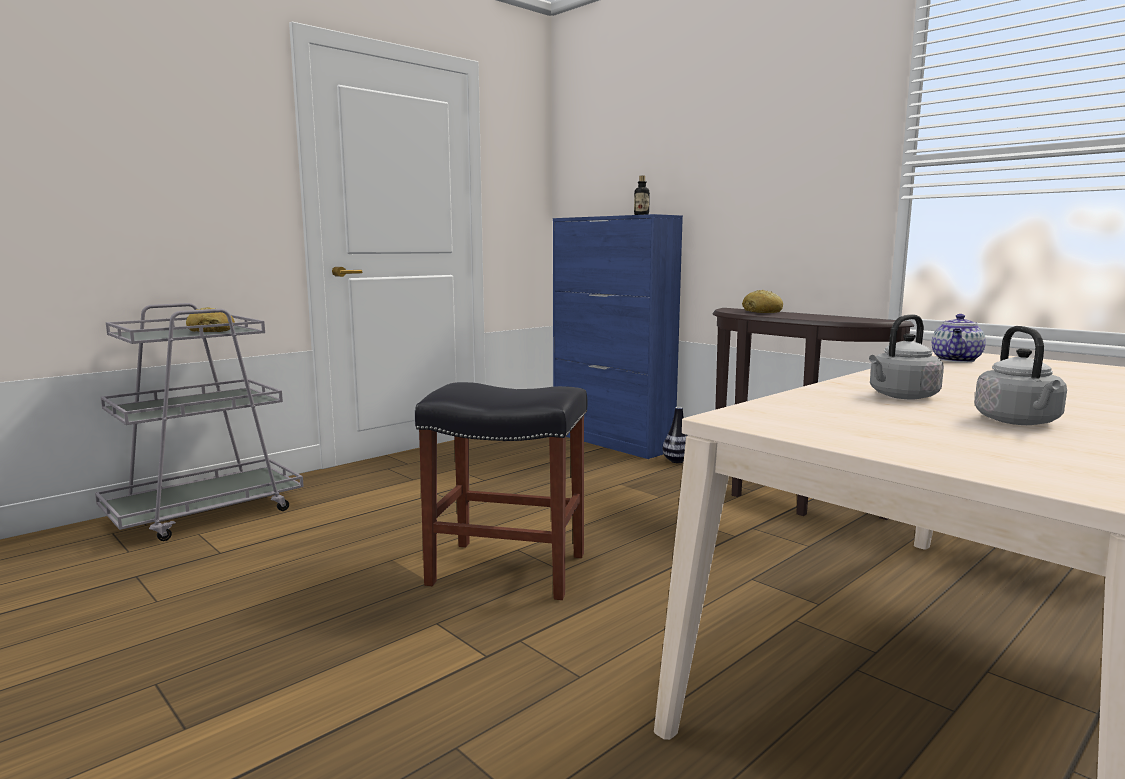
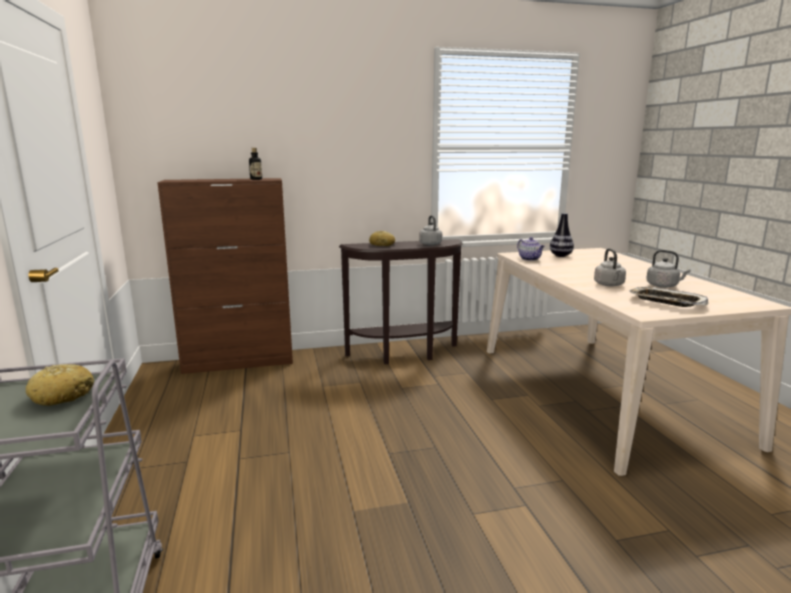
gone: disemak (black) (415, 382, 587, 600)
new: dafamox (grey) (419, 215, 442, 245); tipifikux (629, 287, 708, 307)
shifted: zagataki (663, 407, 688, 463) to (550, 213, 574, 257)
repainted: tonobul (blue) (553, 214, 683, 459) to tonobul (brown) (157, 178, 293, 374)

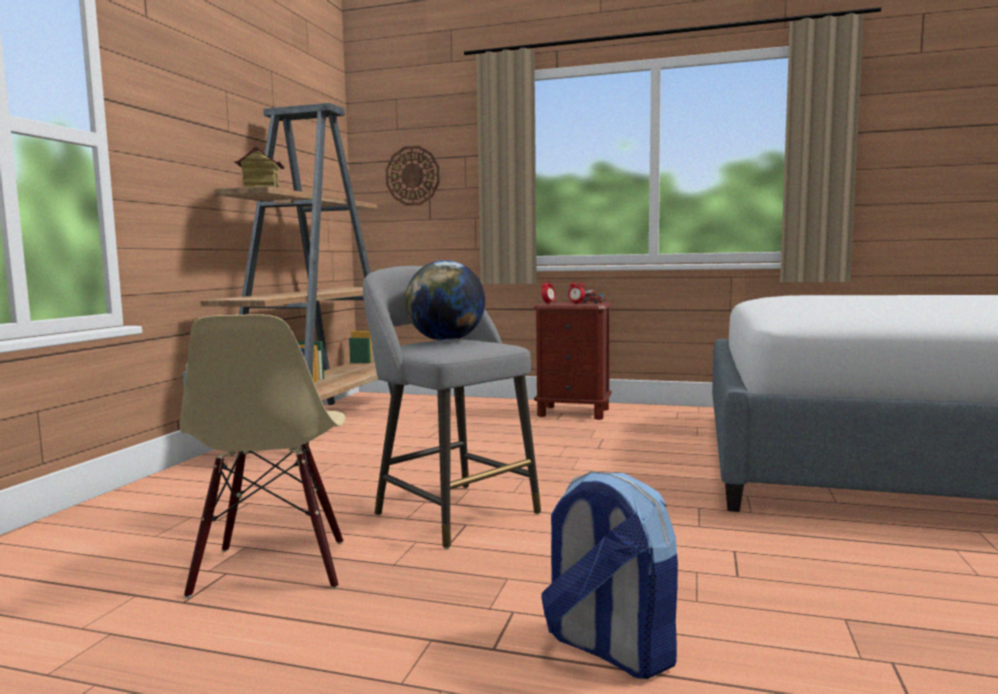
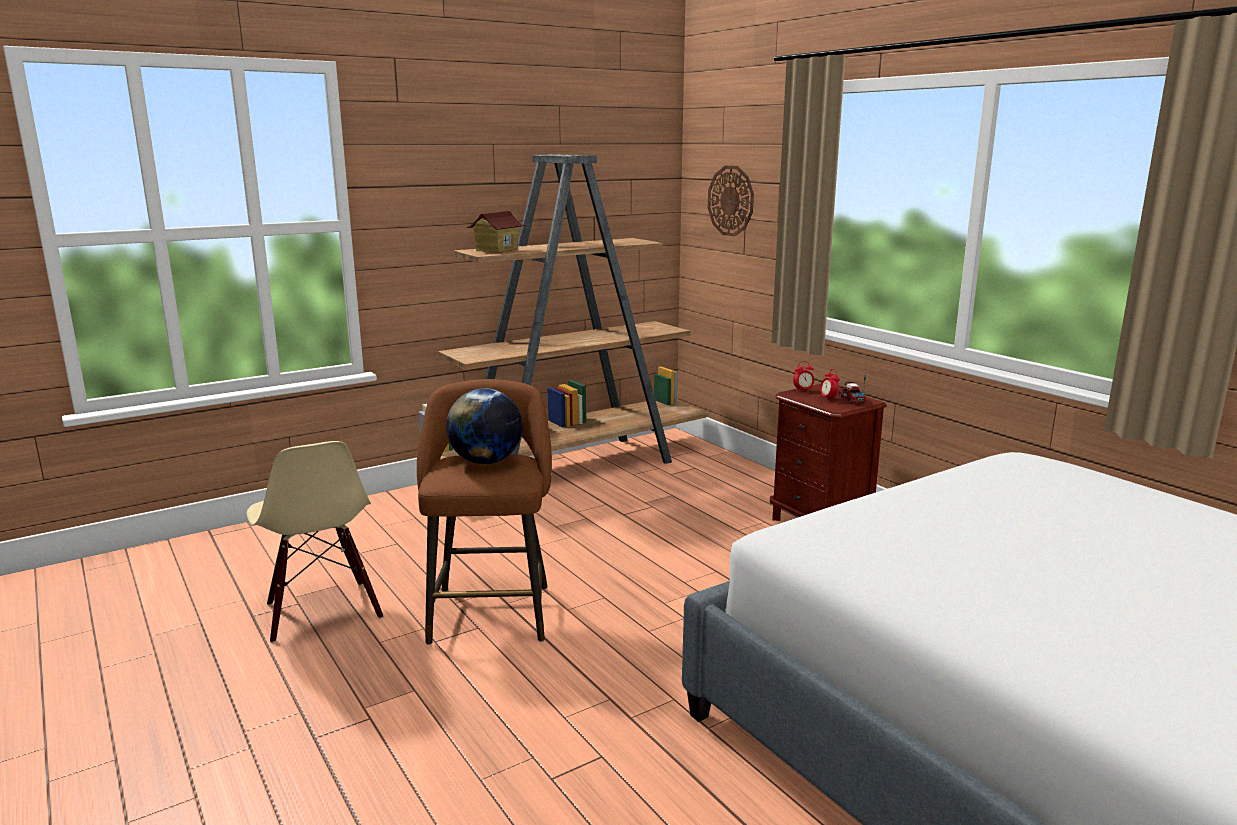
gone: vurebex (541, 471, 678, 679)
repainted: disemak (grey) (363, 266, 541, 549) to disemak (brown) (417, 379, 552, 645)
rotated: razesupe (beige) (180, 314, 346, 598) = (247, 441, 383, 643) 60 degrees counterclockwise

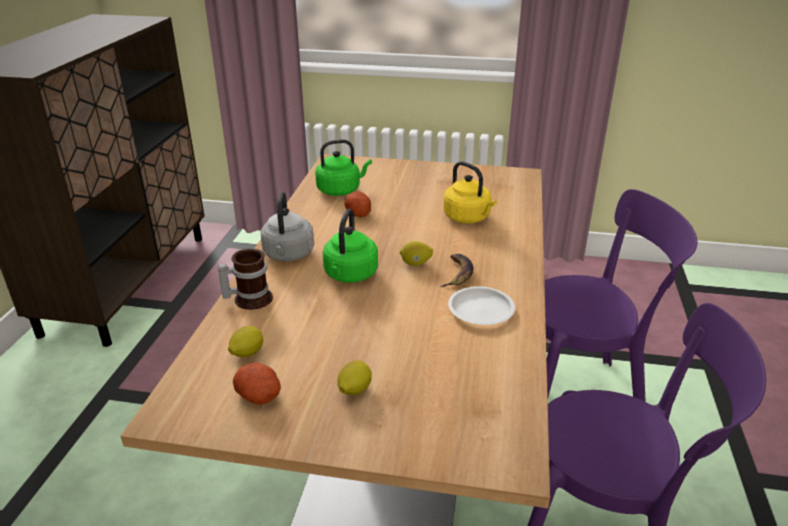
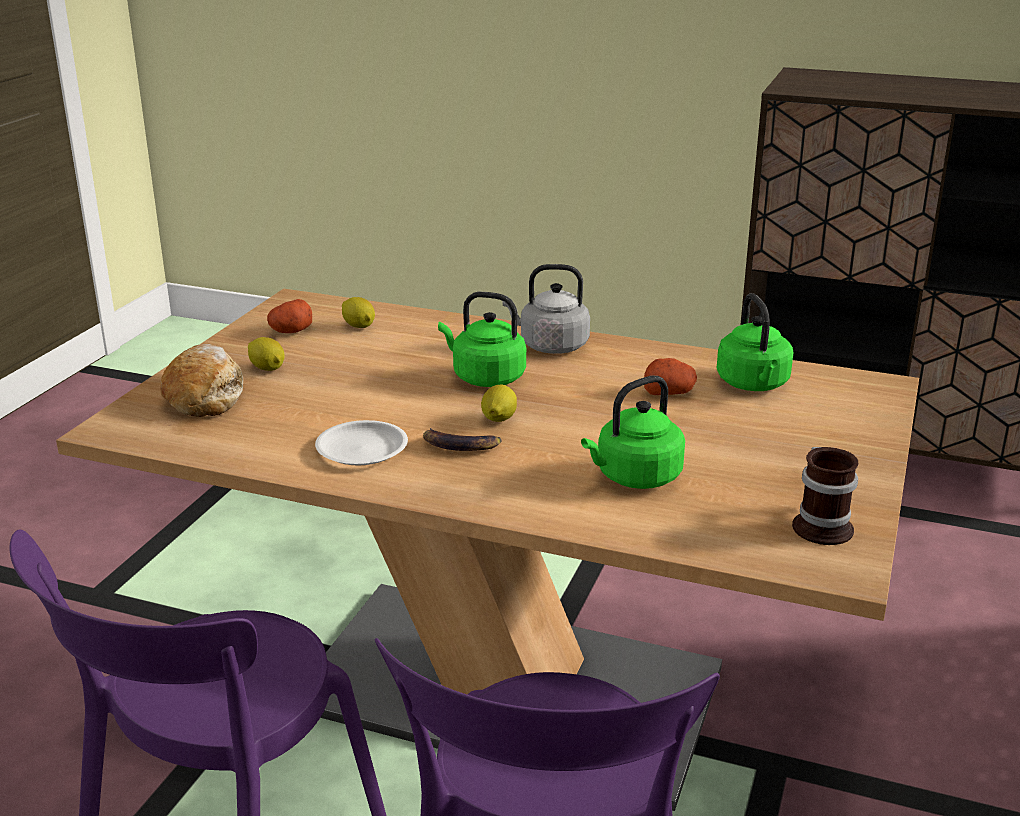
new: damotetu (160, 344, 243, 417)
shifted: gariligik (218, 249, 273, 310) to (792, 447, 858, 545)
repainted: dafamox (yellow) (443, 161, 497, 223) to dafamox (green) (581, 376, 685, 489)

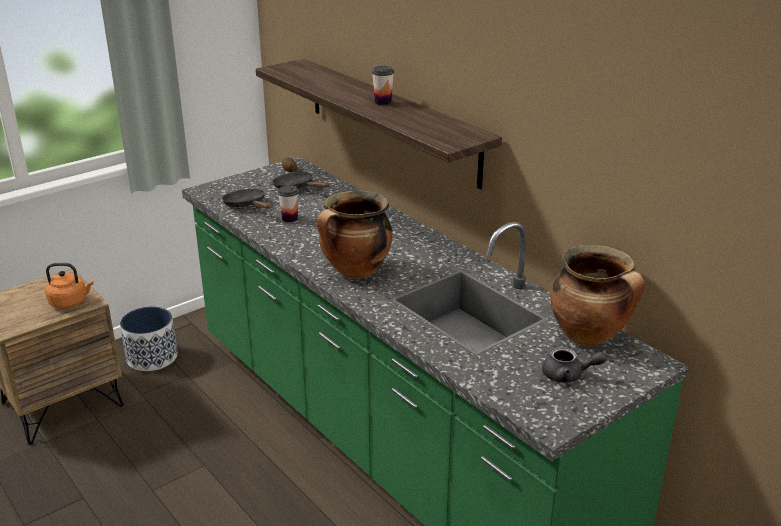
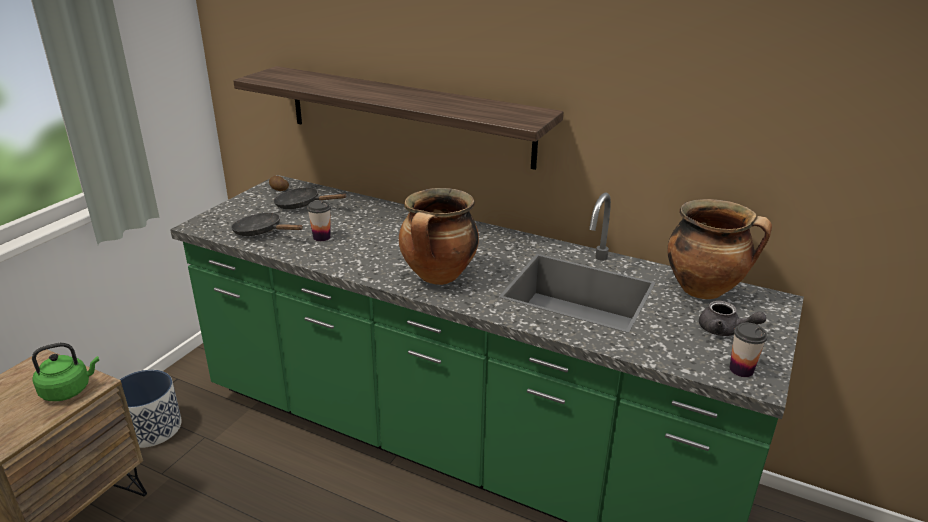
shifted: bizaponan (372, 66, 394, 105) to (730, 323, 767, 377)
repainted: dafamox (orange) (45, 263, 94, 309) to dafamox (green) (32, 343, 99, 401)
rotated: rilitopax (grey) (542, 347, 606, 383) = (699, 301, 766, 336) 45 degrees clockwise

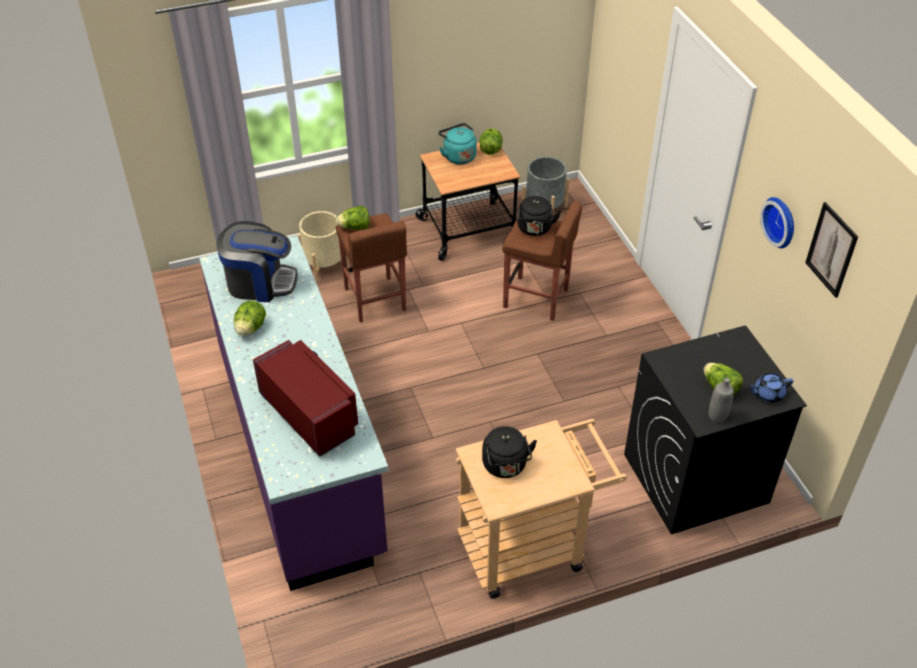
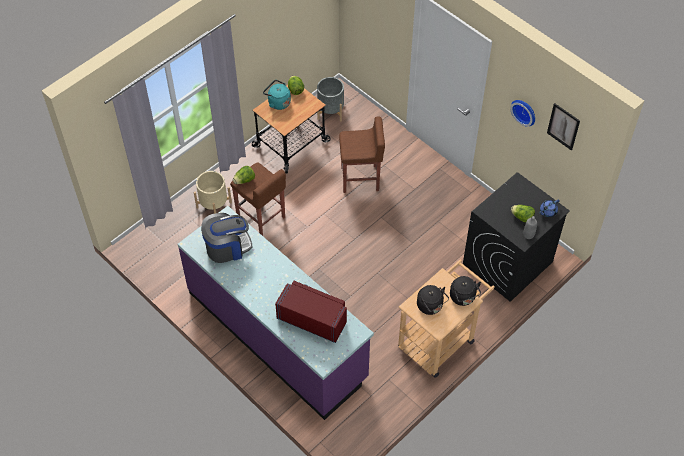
gone: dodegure (234, 301, 266, 336)
shifted: dafamox (black) (517, 196, 561, 236) to (450, 276, 481, 306)

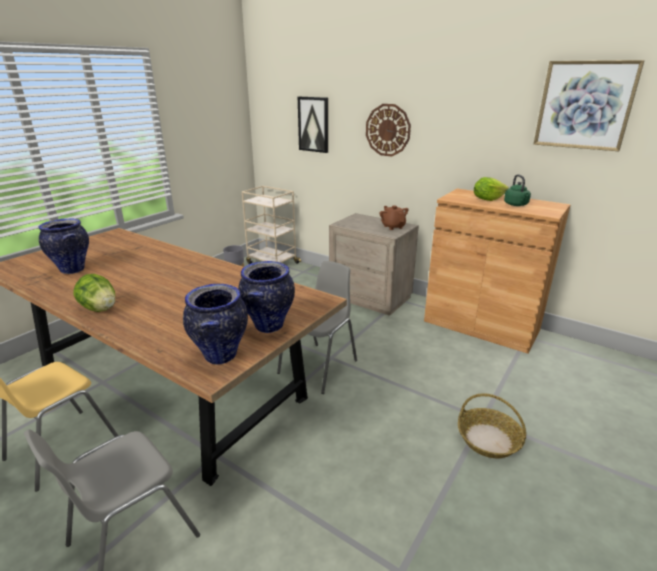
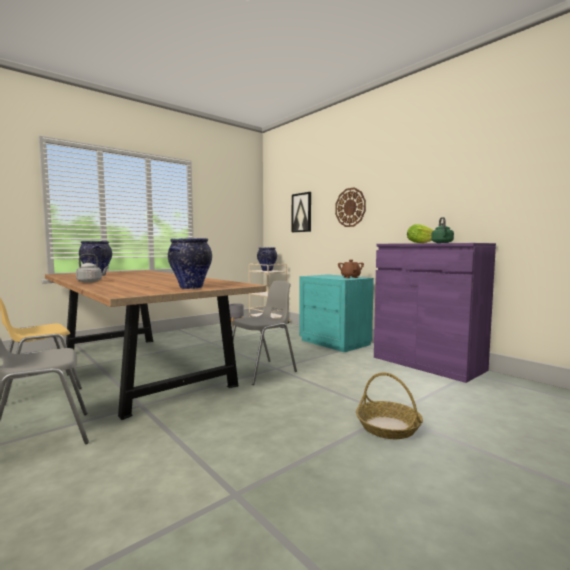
gone: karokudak (534, 60, 645, 151)
shifted: zagataki (183, 284, 248, 364) to (257, 247, 277, 271)
swapped: dodegure (73, 274, 115, 312) to dafamox (grey) (76, 254, 109, 283)
repainted: tonobul (brown) (424, 188, 571, 354) to tonobul (purple) (374, 243, 496, 383); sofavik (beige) (329, 213, 419, 316) to sofavik (turquoise) (299, 274, 374, 352)

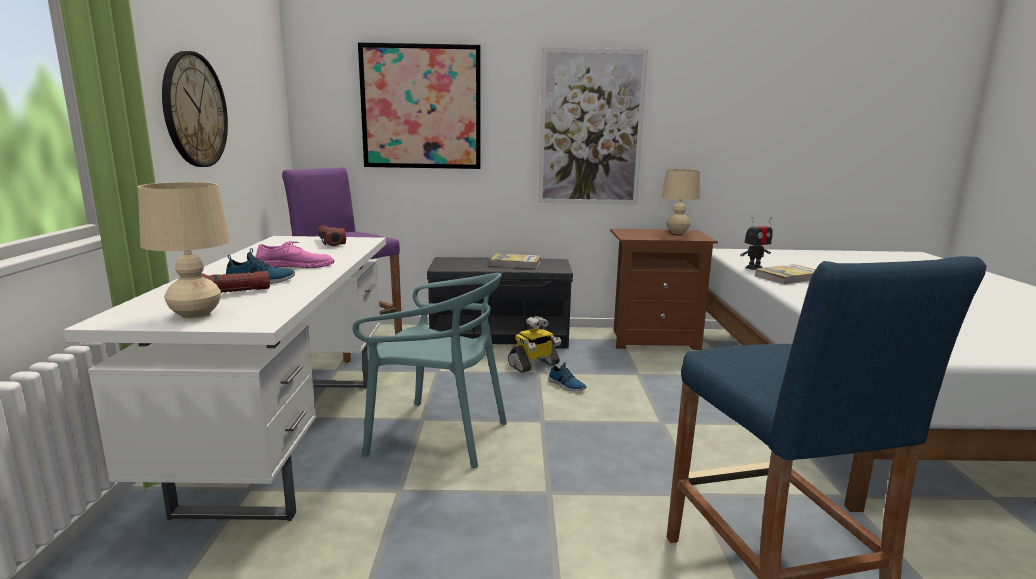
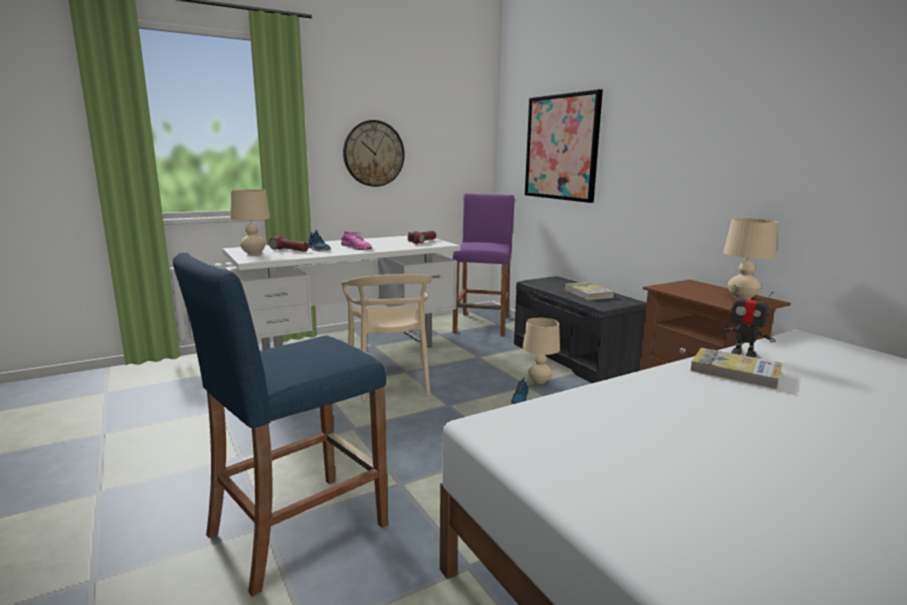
gone: karokudak (538, 47, 648, 205)
swapped: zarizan (508, 316, 561, 373) to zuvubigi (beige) (523, 318, 560, 384)
repainted: razesupe (turquoise) (352, 273, 507, 469) to razesupe (beige) (342, 274, 432, 401)

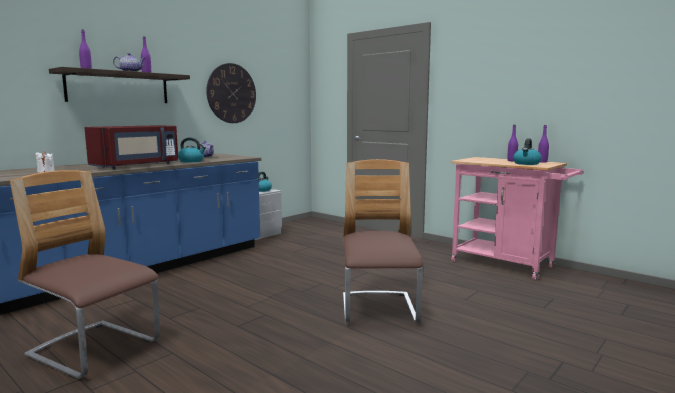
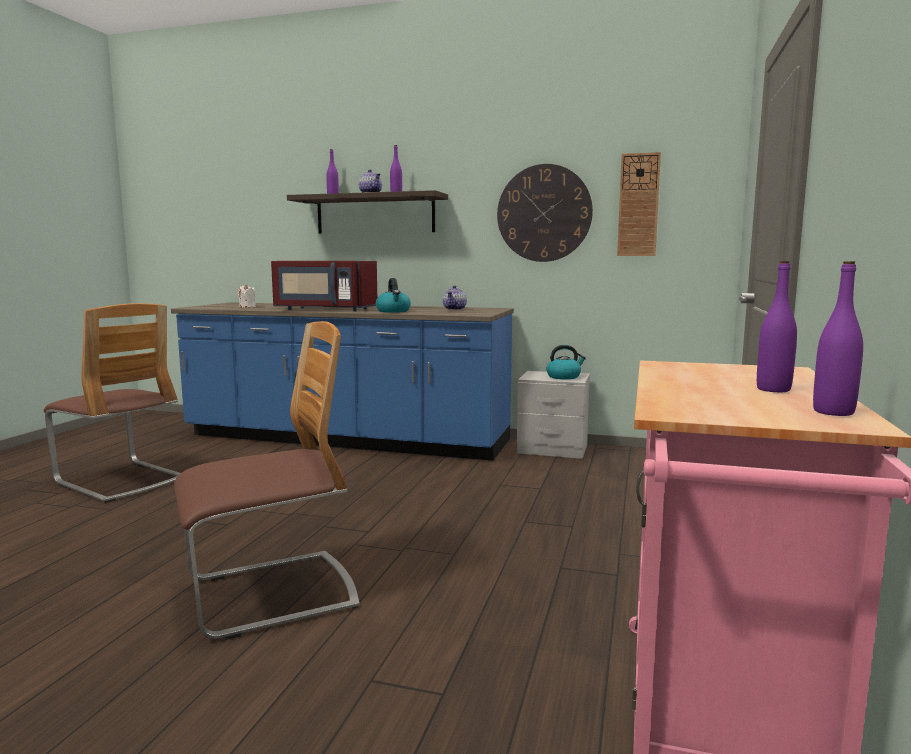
gone: dafamox (513, 138, 542, 165)
new: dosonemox (617, 152, 661, 256)
rotated: razesupe (10, 170, 160, 379) = (44, 303, 181, 503) 120 degrees clockwise

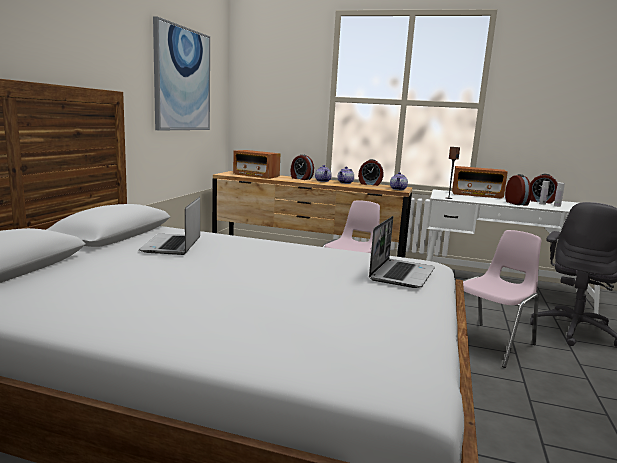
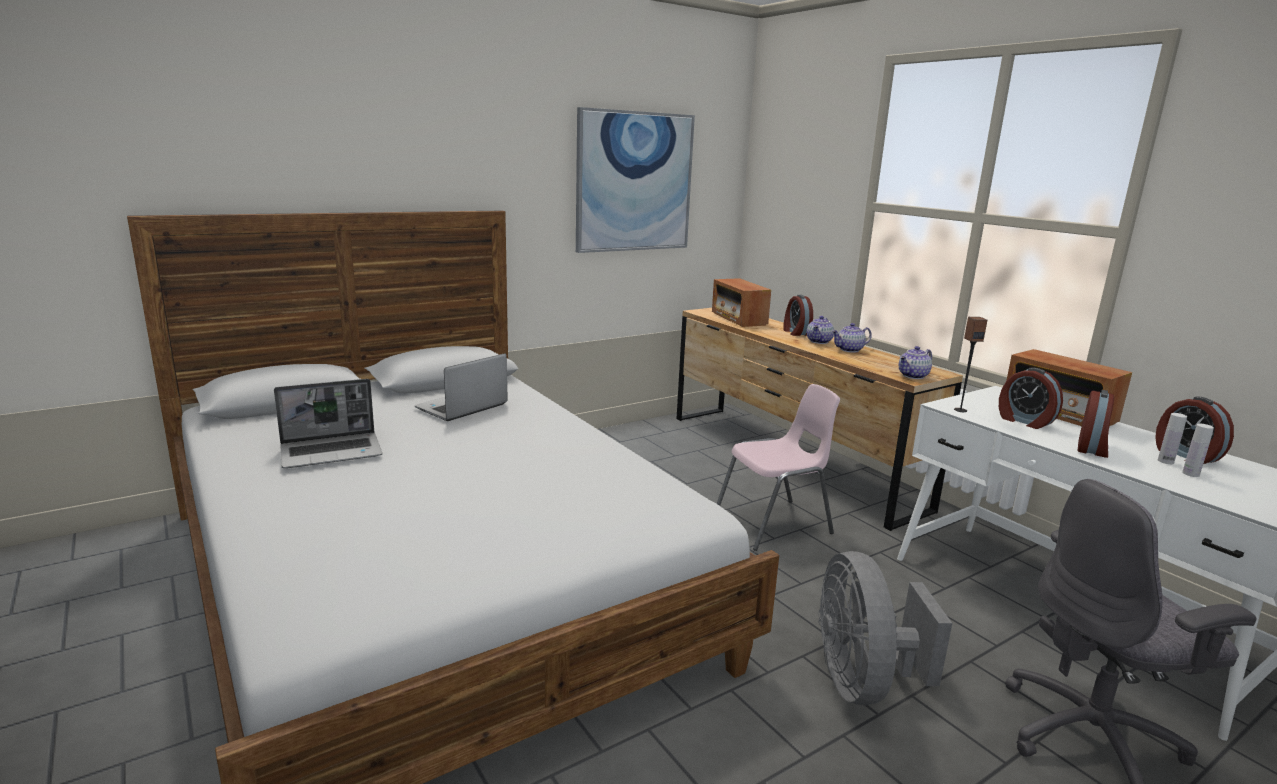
shifted: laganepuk (358, 159, 384, 186) to (999, 367, 1063, 429); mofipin (369, 216, 435, 288) to (274, 379, 382, 468)
swapped: razesupe (pink) (463, 230, 542, 368) to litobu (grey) (818, 551, 952, 706)

